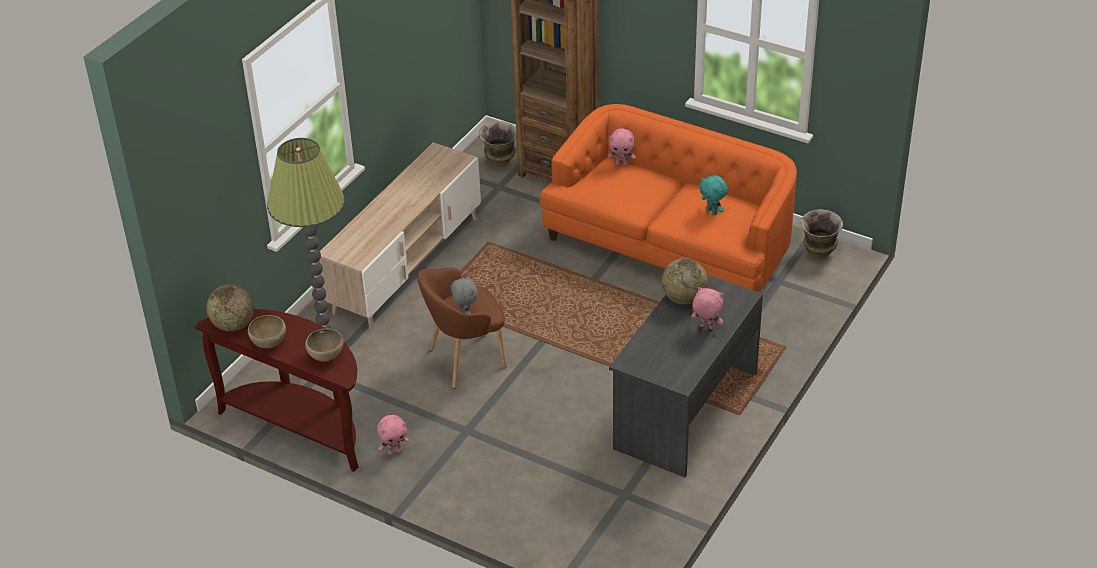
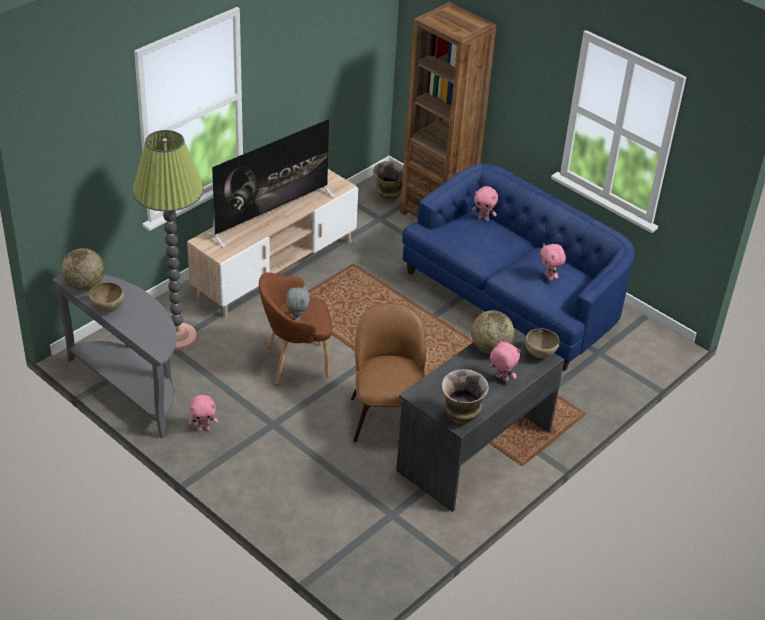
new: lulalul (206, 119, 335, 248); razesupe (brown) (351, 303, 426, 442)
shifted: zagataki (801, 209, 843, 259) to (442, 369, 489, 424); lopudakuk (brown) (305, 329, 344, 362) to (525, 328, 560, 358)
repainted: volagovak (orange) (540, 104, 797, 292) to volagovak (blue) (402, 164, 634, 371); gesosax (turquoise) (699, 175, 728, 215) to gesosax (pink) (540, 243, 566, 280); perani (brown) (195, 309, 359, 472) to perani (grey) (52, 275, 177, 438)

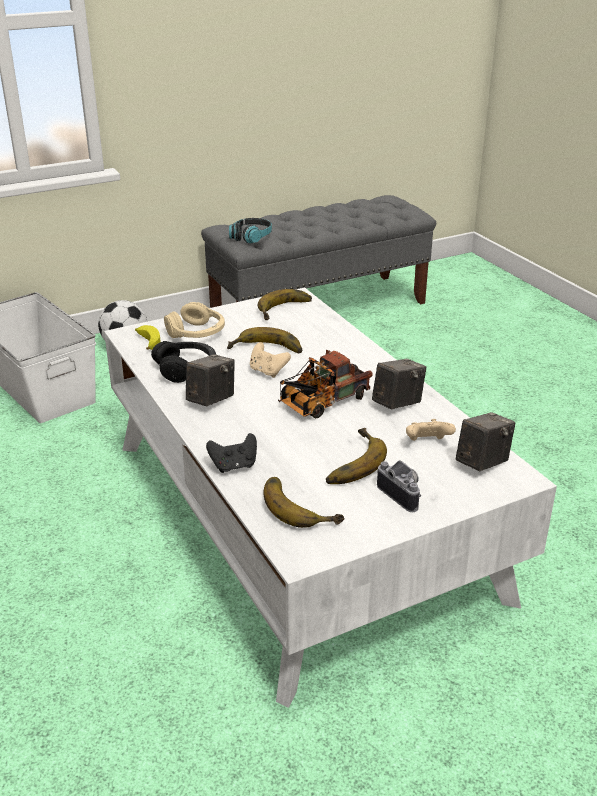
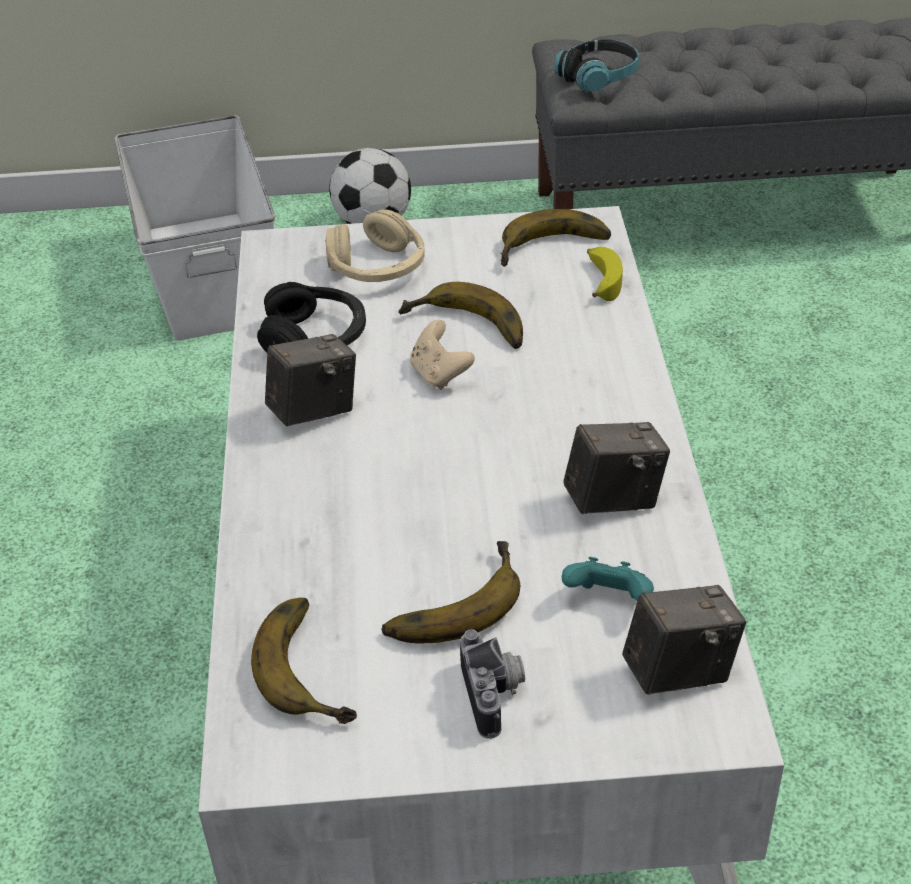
gone: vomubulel (278, 350, 373, 419); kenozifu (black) (206, 433, 257, 473)
shifted: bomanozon (135, 325, 161, 350) to (587, 247, 623, 301)
repainted: kenozifu (beige) (406, 419, 456, 441) to kenozifu (turquoise) (562, 557, 654, 601)

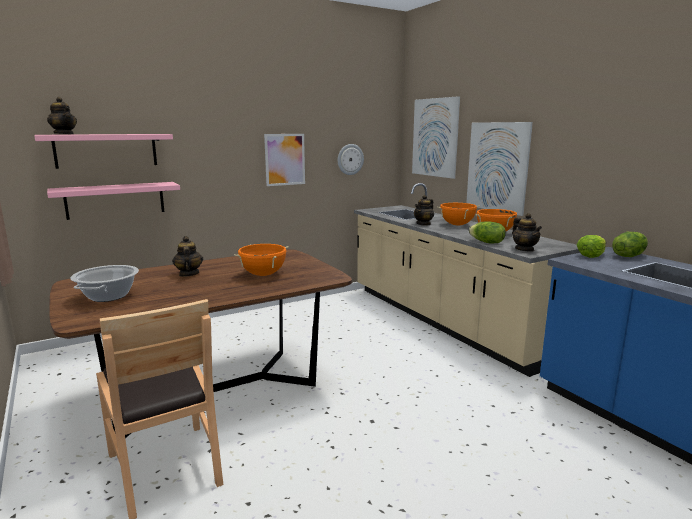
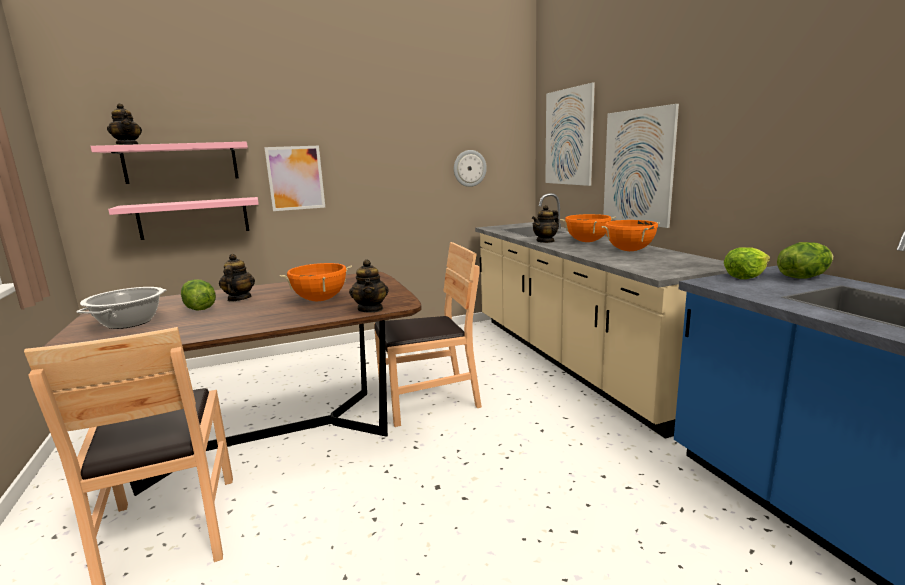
new: razesupe (brown) (374, 242, 482, 427)
shifted: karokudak (264, 134, 305, 186) to (264, 146, 325, 211); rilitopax (512, 213, 542, 252) to (349, 259, 389, 313); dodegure (469, 221, 506, 243) to (181, 279, 216, 310)

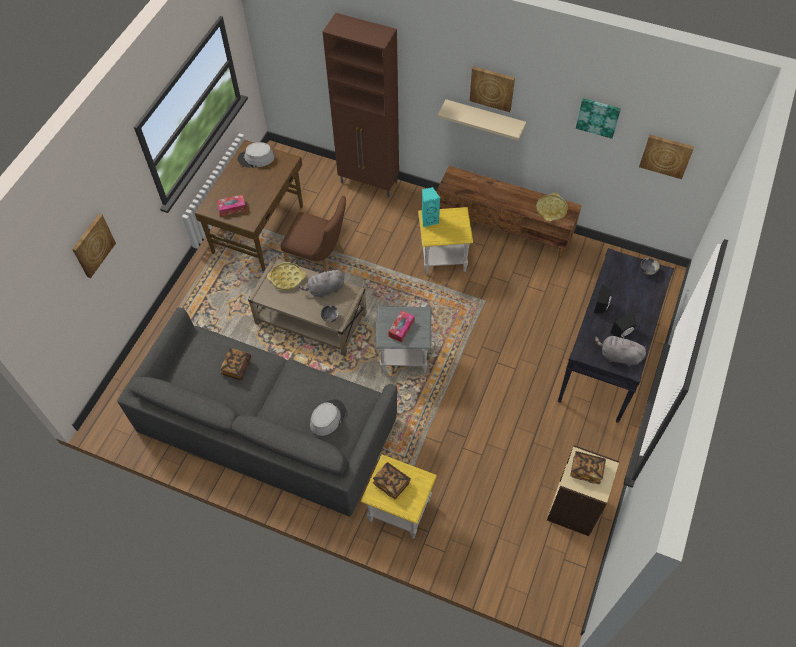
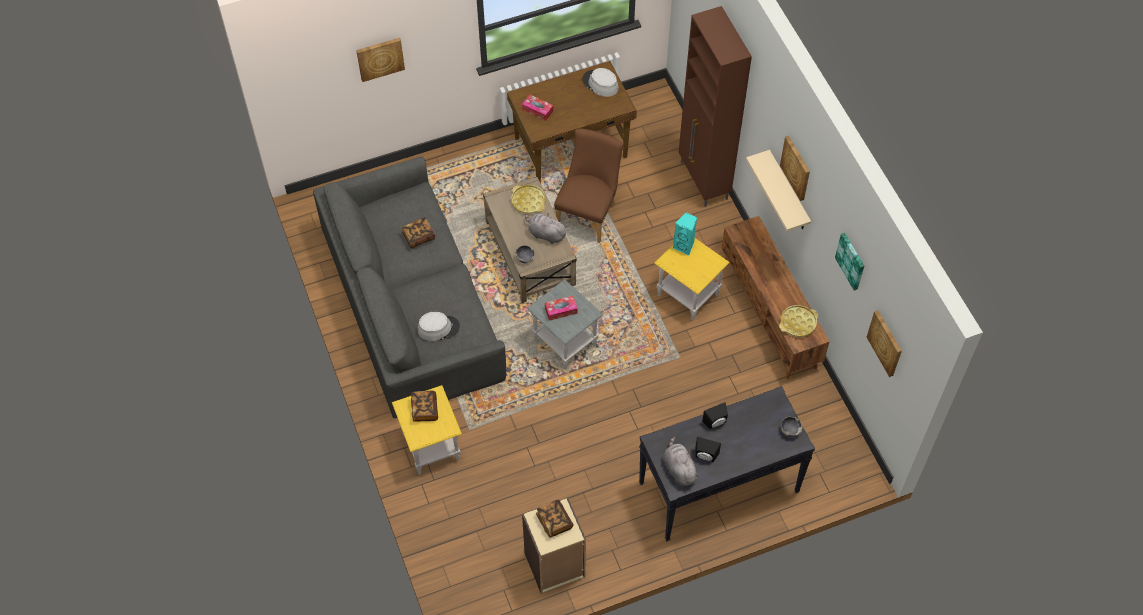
rotated: razesupe (brown) (281, 196, 346, 272) = (554, 129, 623, 243) 135 degrees counterclockwise

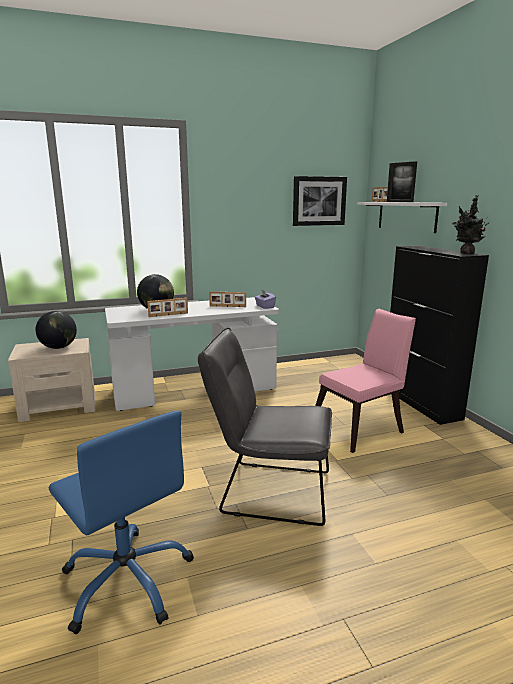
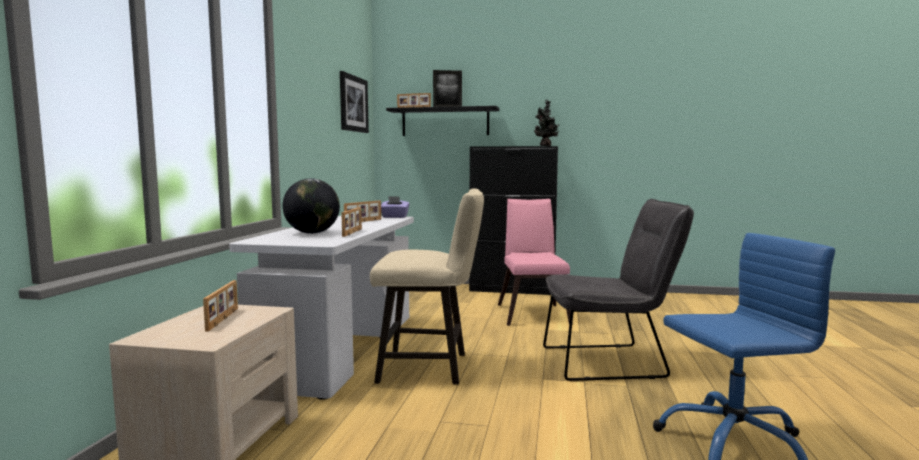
new: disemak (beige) (370, 188, 484, 384)
swapped: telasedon (36, 311, 77, 349) to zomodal (203, 280, 238, 331)
repainted: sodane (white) (357, 202, 447, 233) to sodane (black) (386, 106, 499, 136)
rotated: razesupe (grey) (198, 328, 332, 526) = (543, 199, 694, 381) 135 degrees counterclockwise

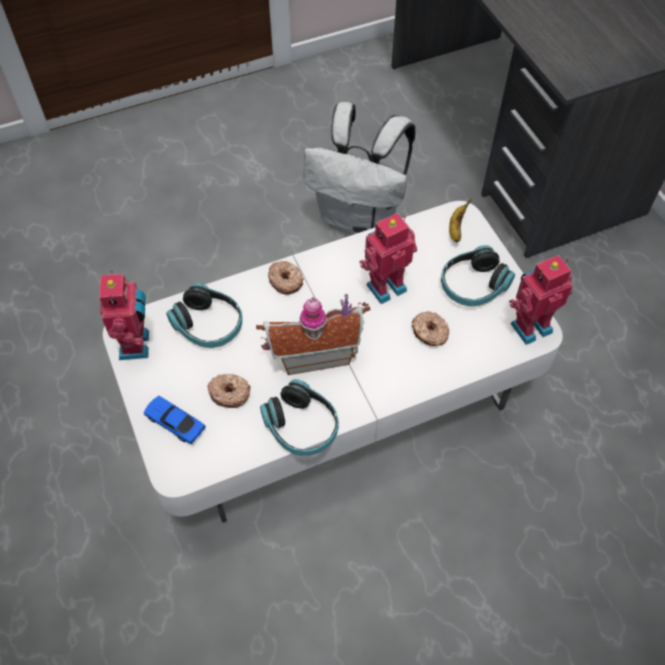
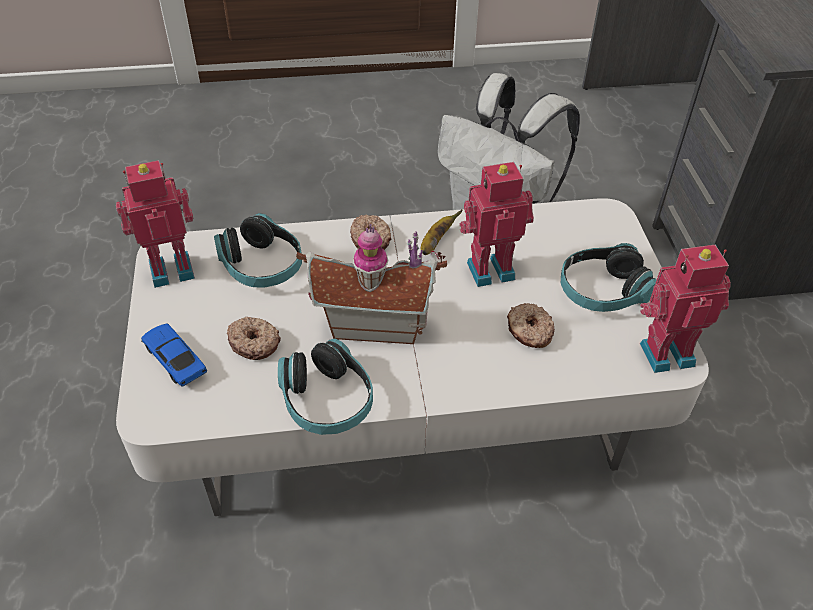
shifted: bomanozon (449, 199, 471, 242) to (421, 210, 462, 255)
rotated: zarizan (99, 270, 149, 360) = (116, 160, 195, 288) 120 degrees counterclockwise

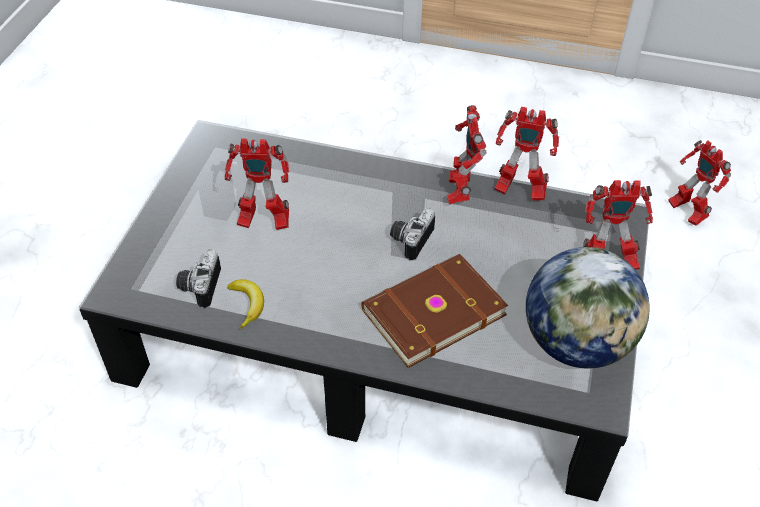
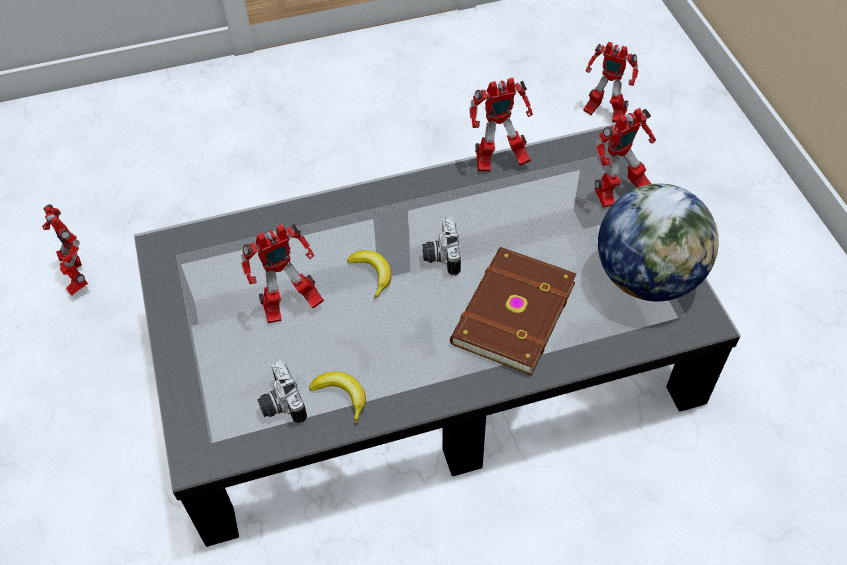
new: bomanozon (347, 250, 392, 299)
shifted: zarizan (447, 105, 486, 204) to (43, 204, 88, 296)

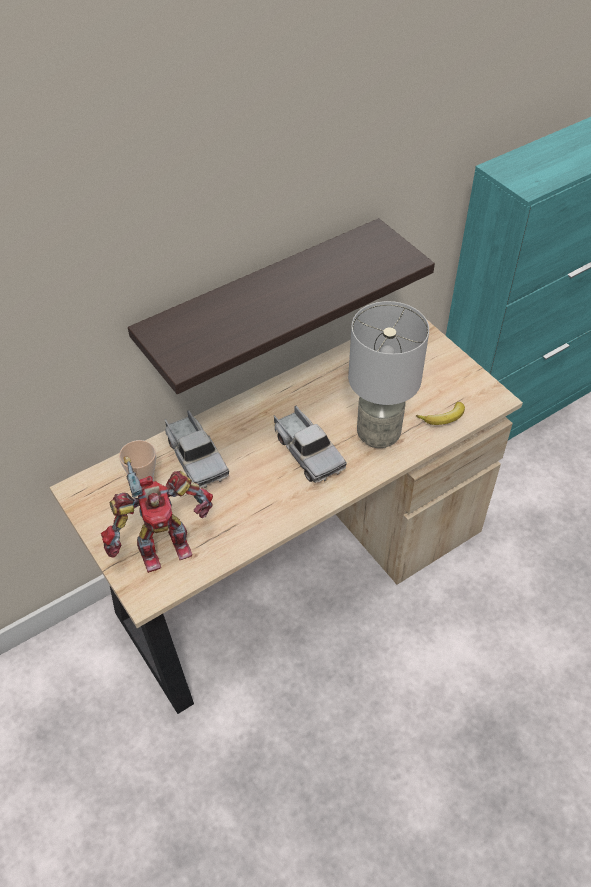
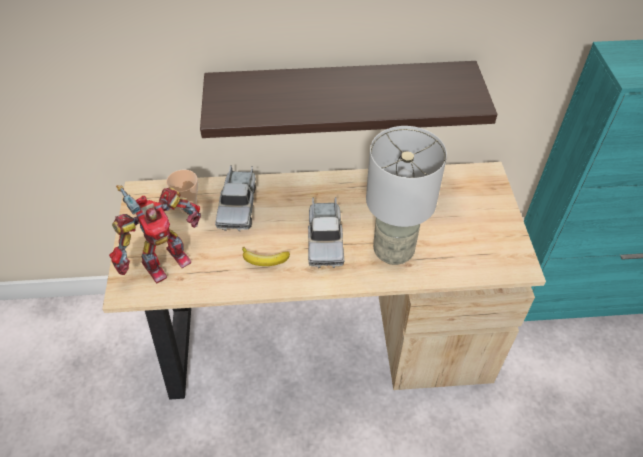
shifted: bomanozon (416, 402, 465, 425) to (242, 247, 290, 266)
rotated: zarizan (101, 457, 213, 573) = (109, 185, 201, 284) 45 degrees counterclockwise

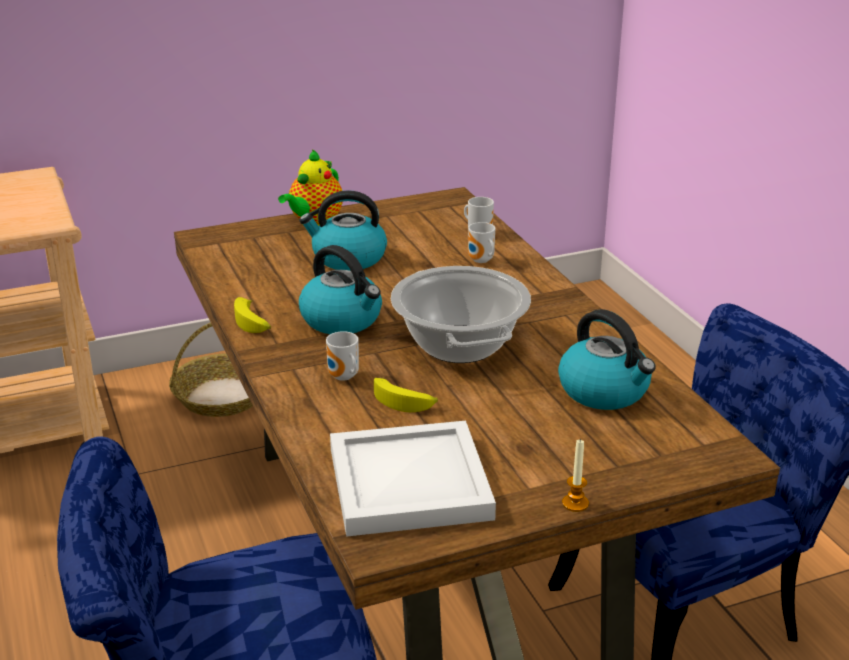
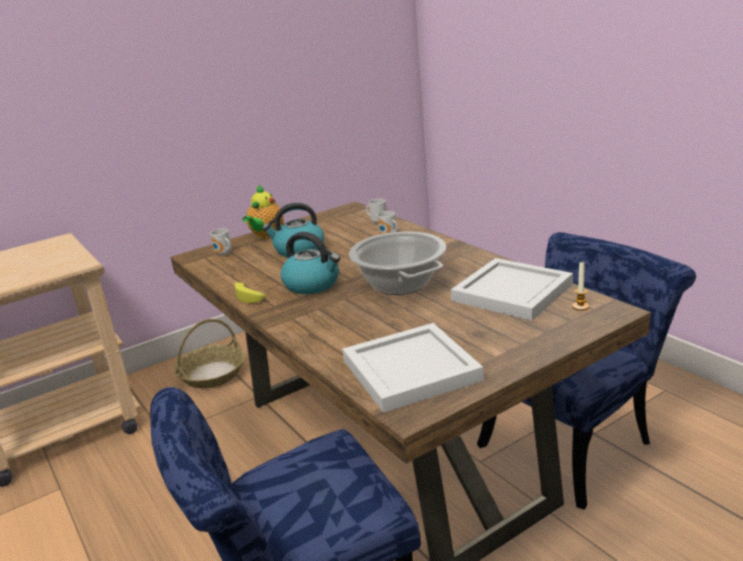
gone: bomanozon (374, 377, 438, 412)
shifted: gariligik (326, 331, 359, 381) to (210, 229, 231, 256); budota (562, 439, 589, 512) to (572, 262, 589, 311)
swapped: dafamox (558, 309, 656, 410) to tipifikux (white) (451, 258, 573, 321)

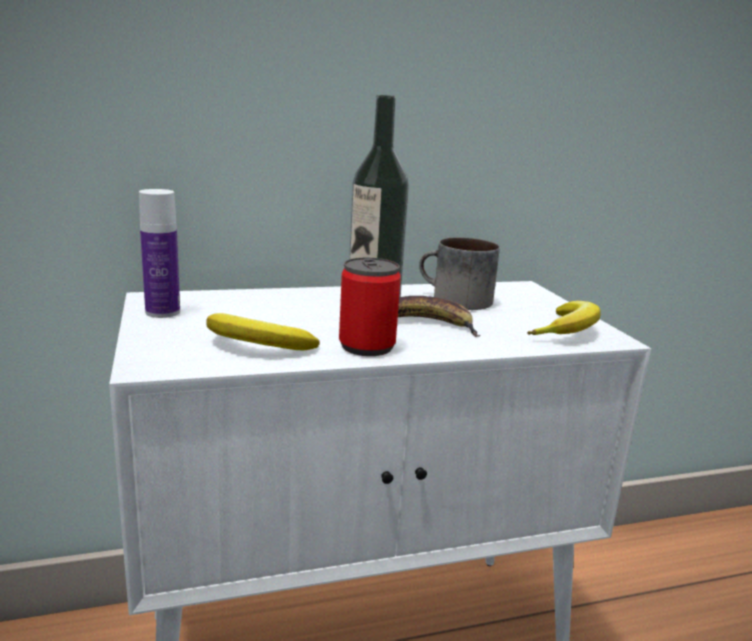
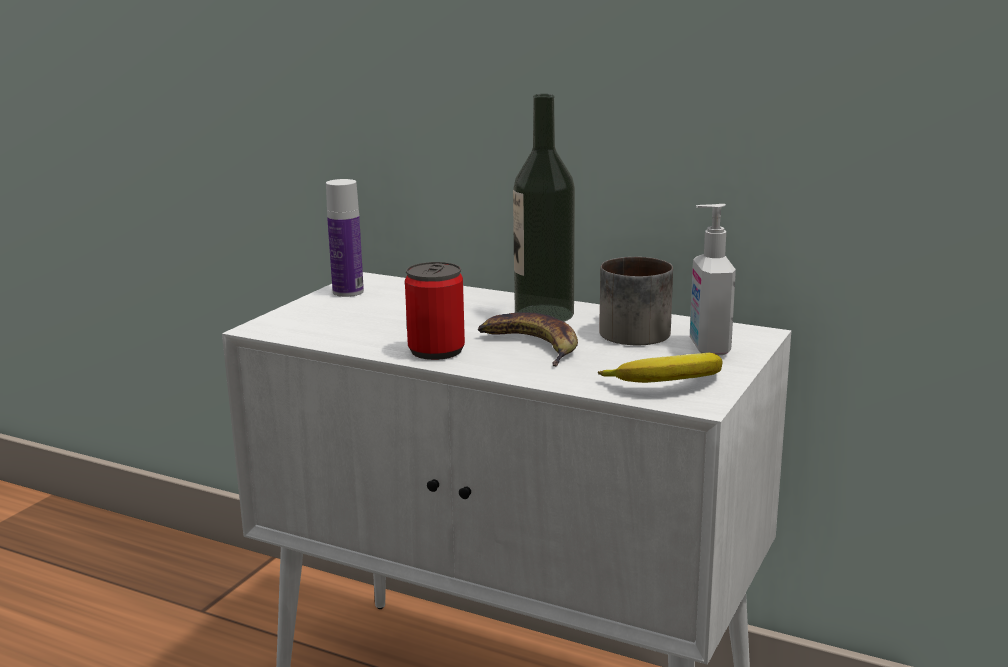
gone: bomanozon (206, 313, 320, 350)
new: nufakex (690, 204, 736, 355)

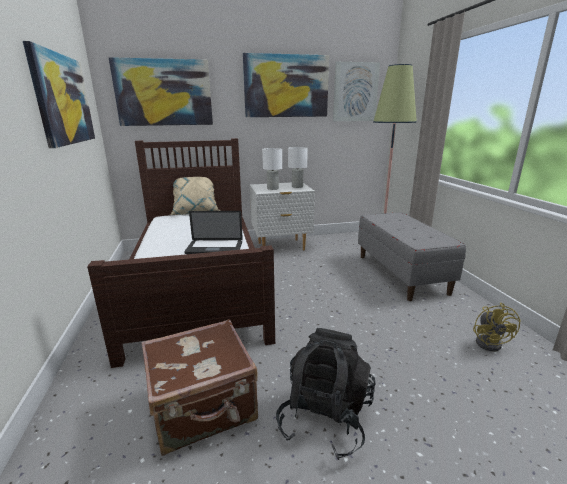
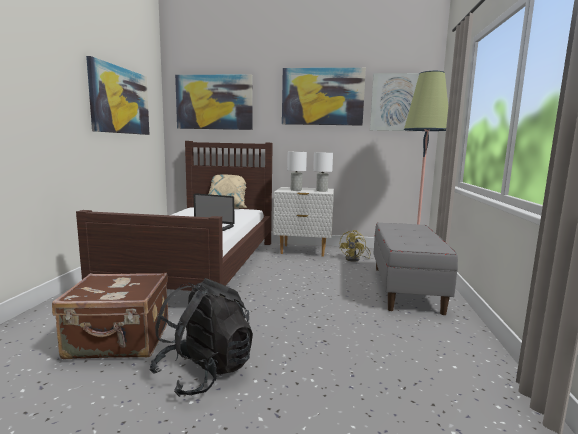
shifted: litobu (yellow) (473, 303, 521, 352) to (340, 230, 371, 262)

